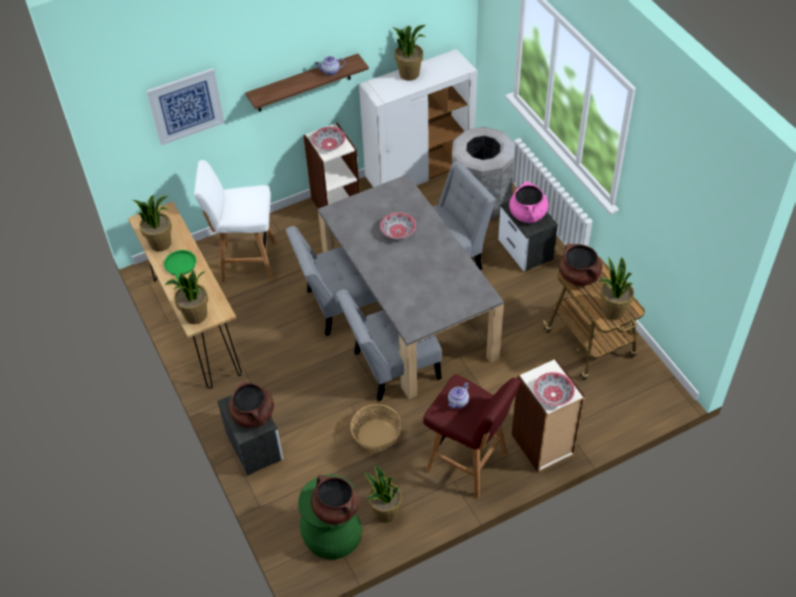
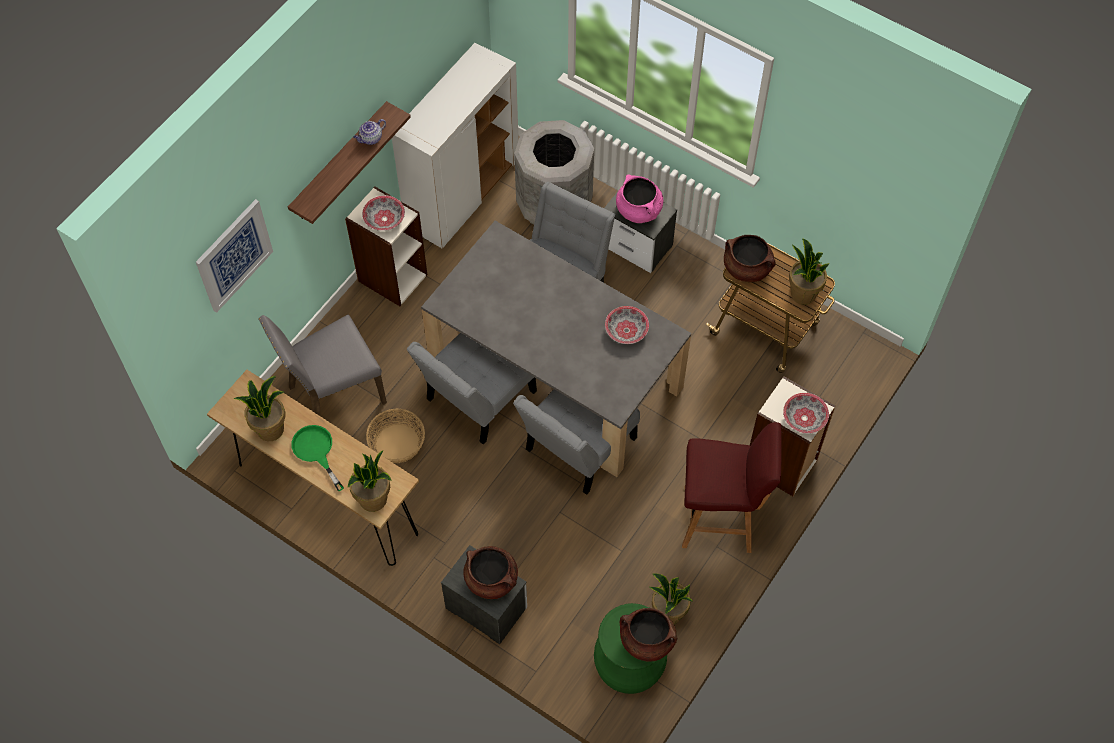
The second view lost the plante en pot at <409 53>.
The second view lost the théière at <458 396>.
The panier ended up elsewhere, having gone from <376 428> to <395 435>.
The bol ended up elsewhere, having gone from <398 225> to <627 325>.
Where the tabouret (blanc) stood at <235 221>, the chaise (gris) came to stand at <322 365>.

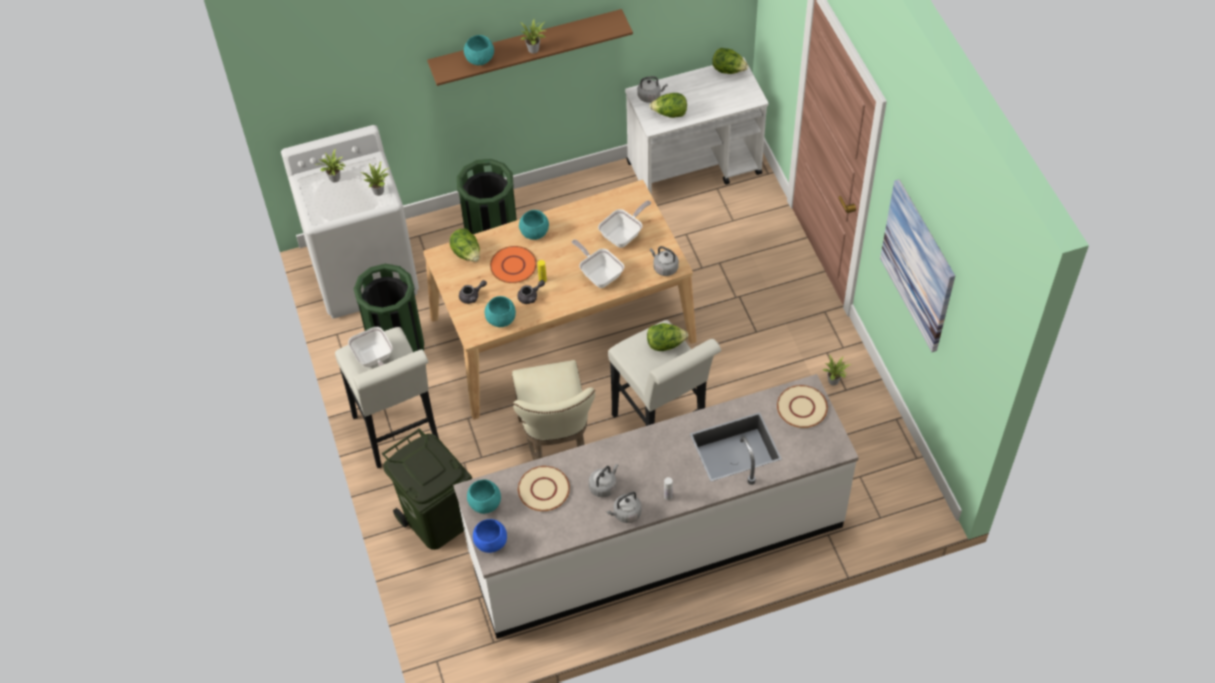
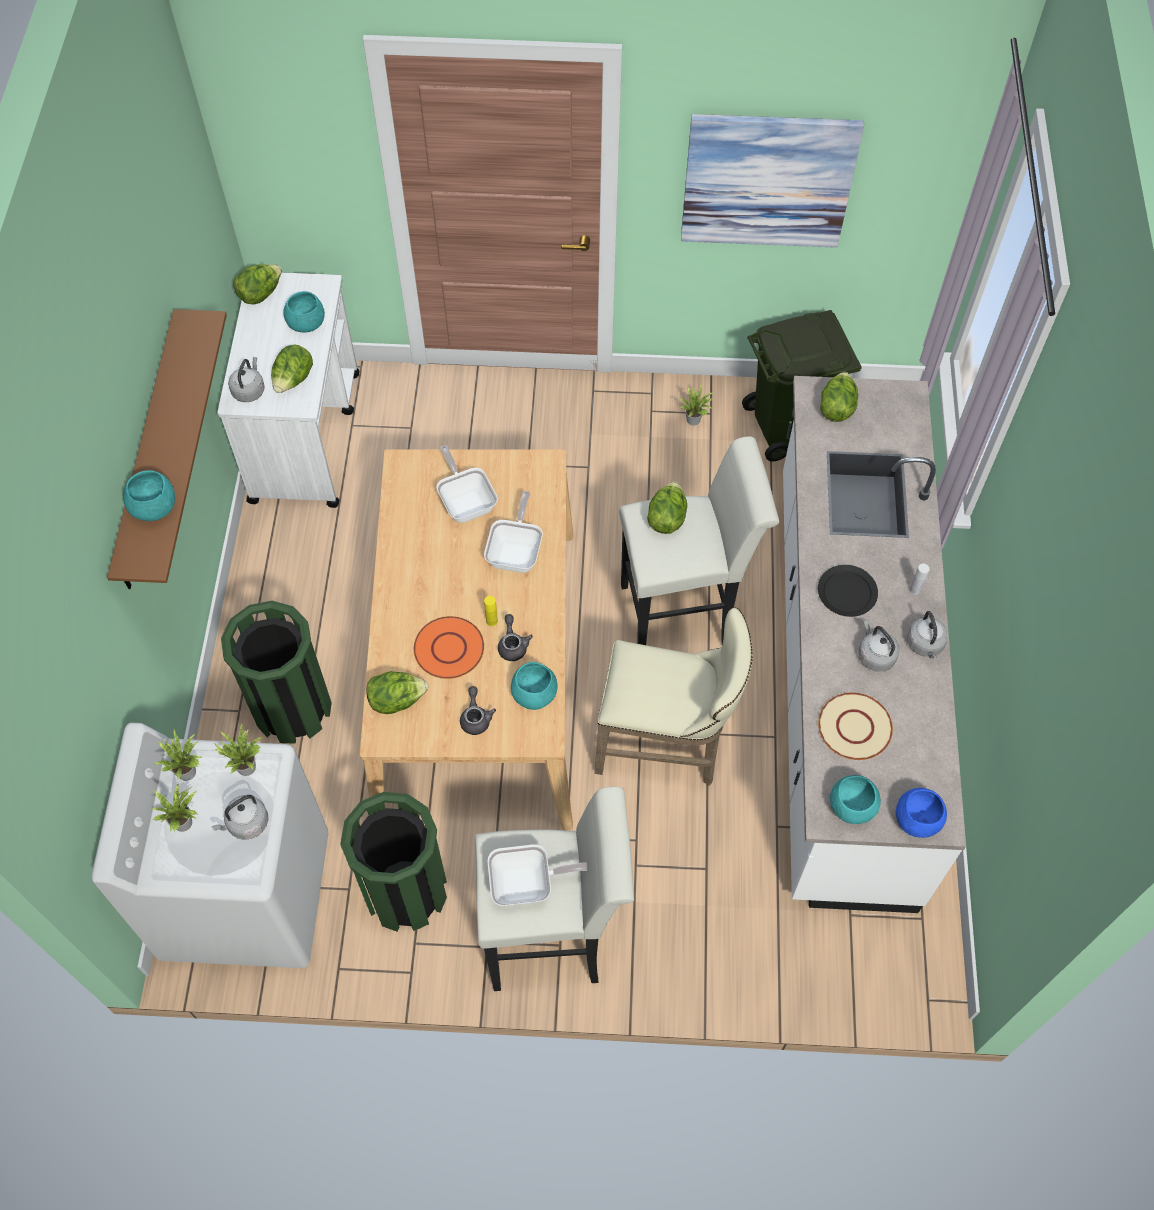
The second view gained the assiette (noir) at <848 591>.
The poubelle (vert) ended up elsewhere, having gone from <427 489> to <802 386>.
The bol (turquoise) ended up elsewhere, having gone from <534 225> to <304 311>.
The plante en pot ended up elsewhere, having gone from <533 36> to <178 754>.
The bouilloire (gris) ended up elsewhere, having gone from <664 261> to <240 817>.
Where the assiette (beige) stood at <802 406>, the laitue came to stand at <839 397>.
The poêle at <598 263> ended up facing another way, 120 degrees clockwise from before.

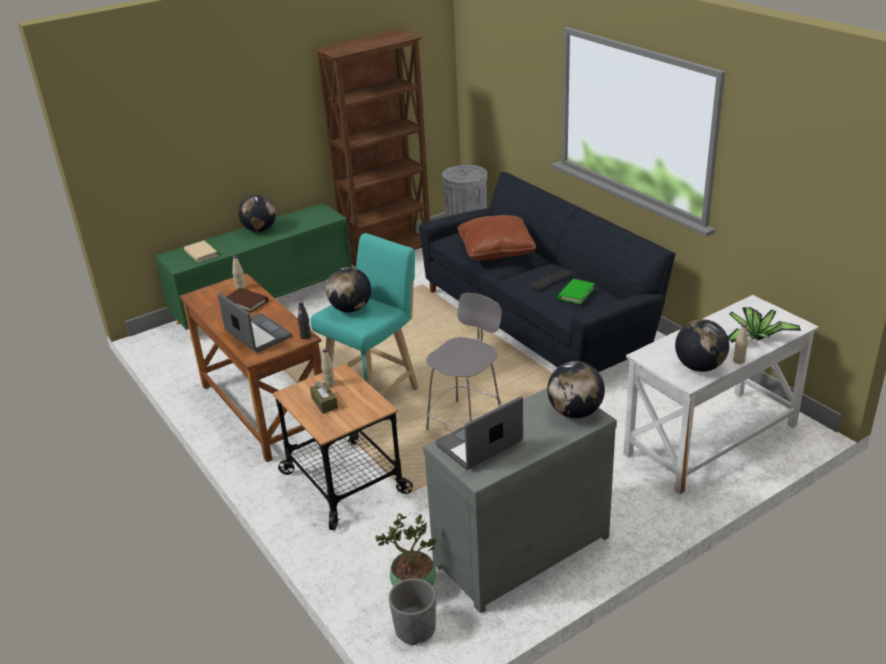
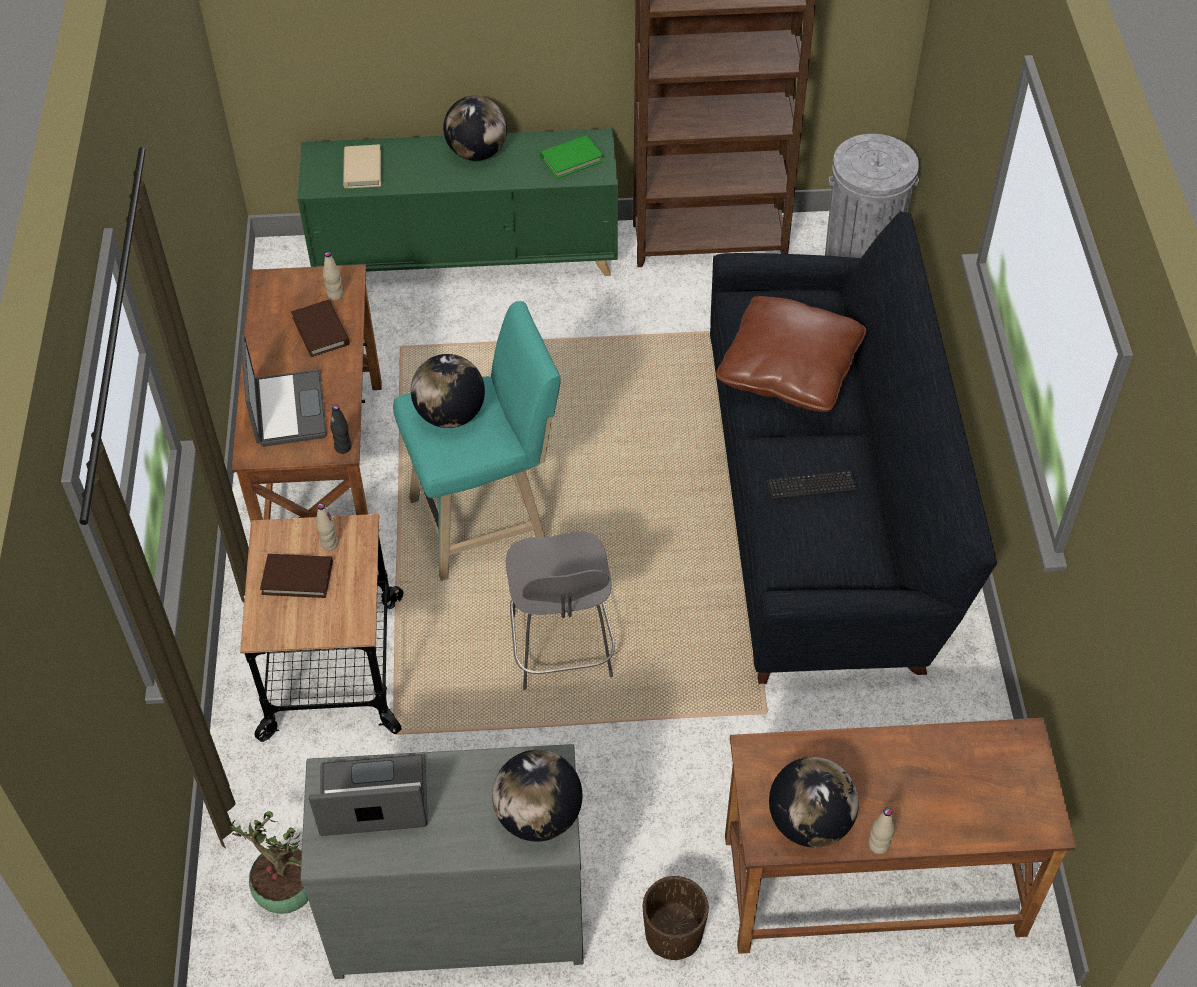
The second view lost the cache-pot (gris) at <412 611>.
The second view lost the plante en pot at <764 325>.
The second view gained the cache-pot (marron) at <676 918>.
The livre (vert) ended up elsewhere, having gone from <576 292> to <572 157>.
Where the boîte à mouchoirs (marron) stood at <324 398>, the livre (marron) came to stand at <296 576>.
What was the bureau (blanc) at <721 394> turned into the bureau (marron) at <900 836>.
The chaise (gris) at <464 361> ended up facing another way, 105 degrees clockwise from before.

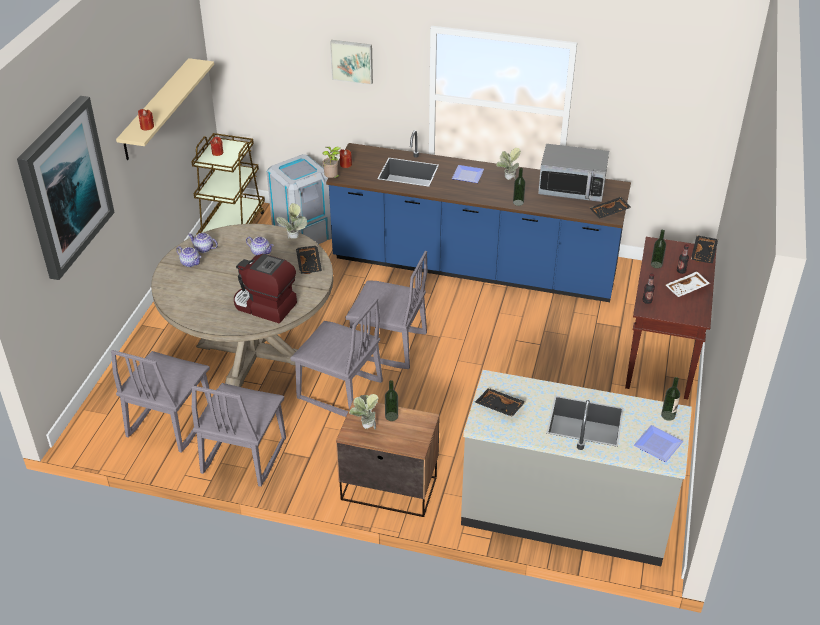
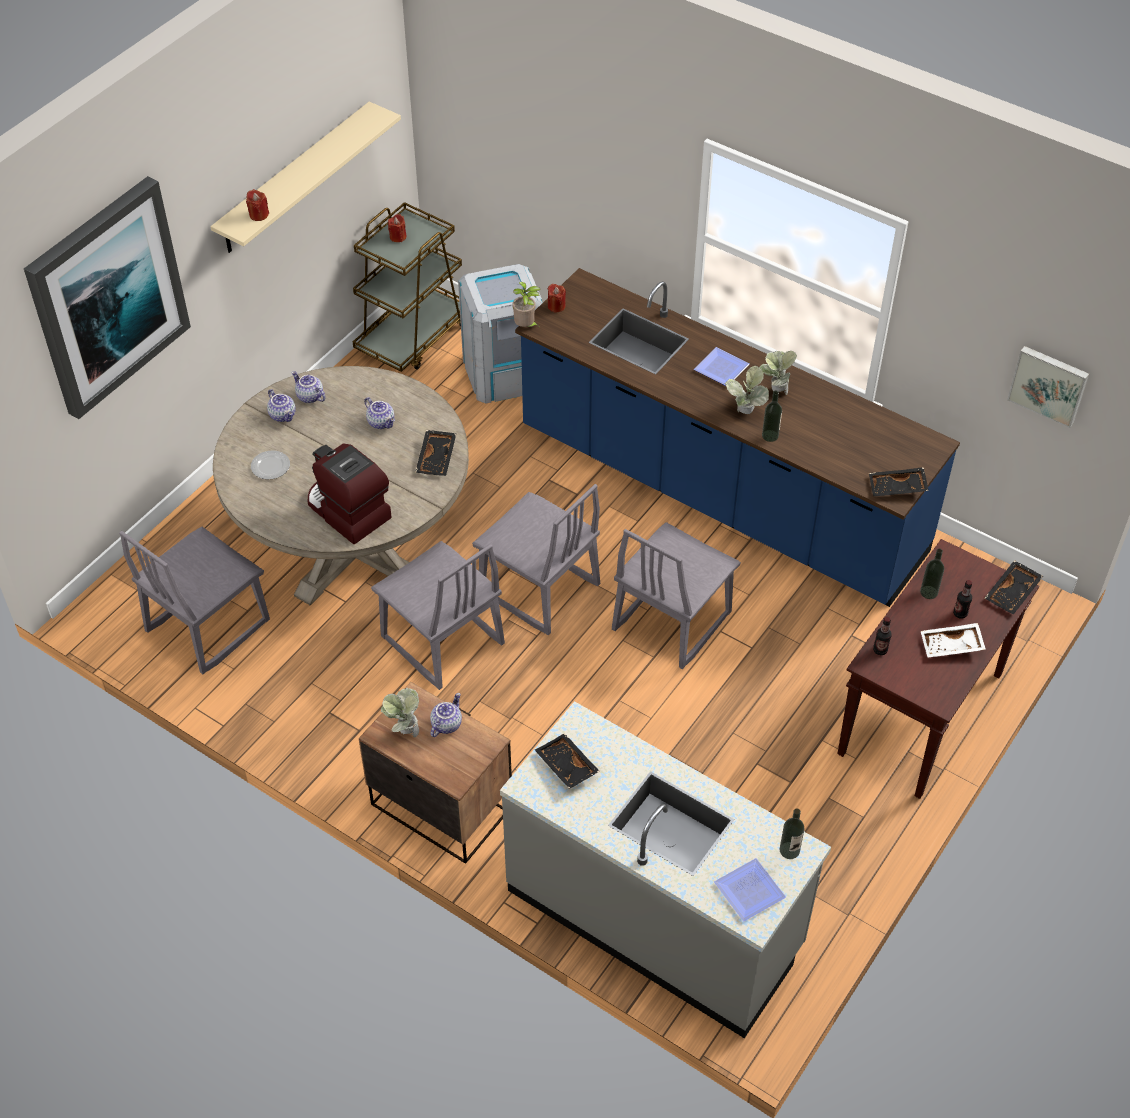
The second view lost the micro-ondes at <573 173>.
The second view gained the assiette at <270 465>.
The chaise (gris) ended up elsewhere, having gone from <238 435> to <676 595>.
The plante en pot ended up elsewhere, having gone from <291 221> to <747 390>.
The tableau ended up elsewhere, having gone from <351 62> to <1048 387>.
Where the bouteille stood at <391 400>, the théière came to stand at <446 715>.

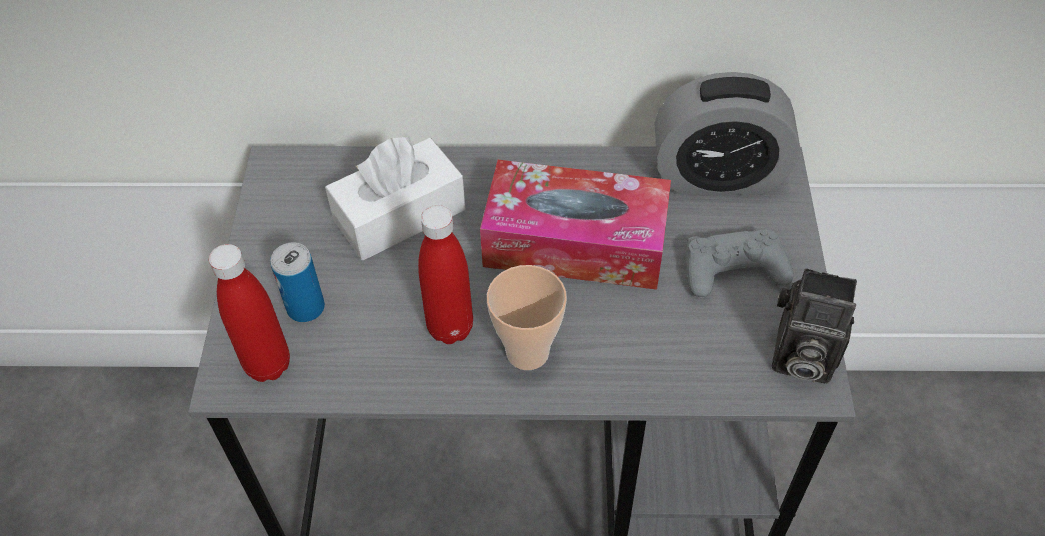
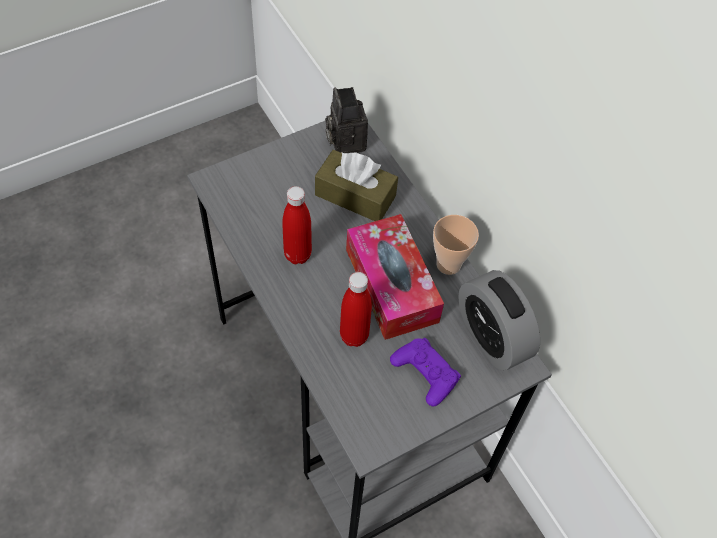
The second view lost the boîte métallique at <297 282>.
The bouteille (rouge) ended up elsewhere, having gone from <249 313> to <356 309>.
The tasse ended up elsewhere, having gone from <527 317> to <456 245>.
The appareil photo ended up elsewhere, having gone from <814 326> to <346 120>.
What was the boîte à mouchoirs (blanc) at <395 197> turned into the boîte à mouchoirs (marron) at <356 185>.
What was the manette (gris) at <740 262> turned into the manette (violet) at <425 372>.

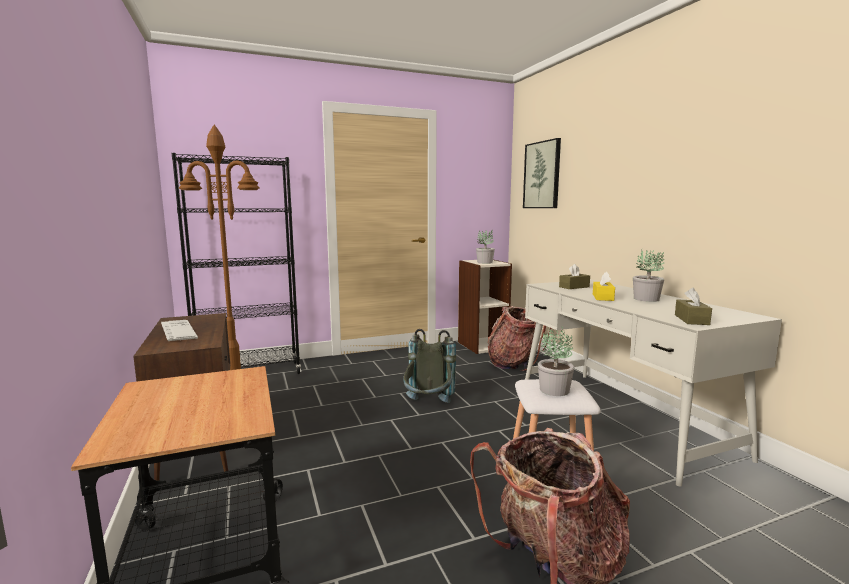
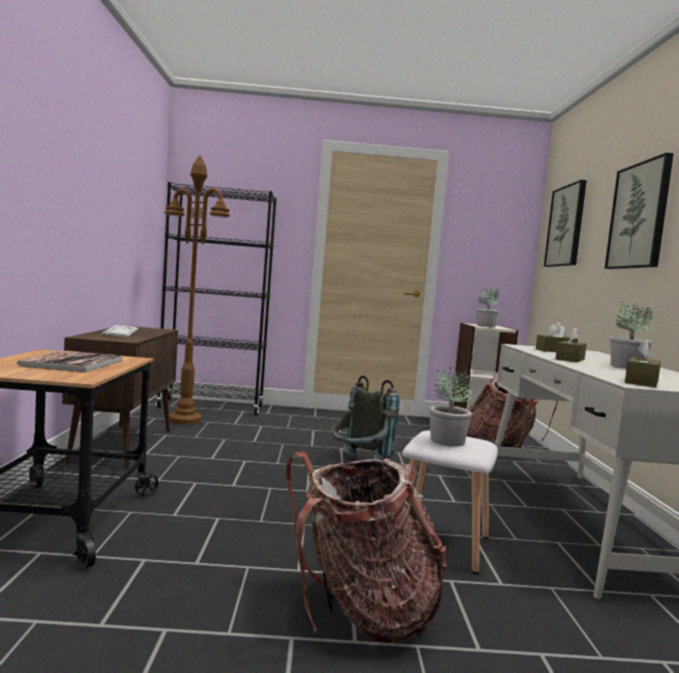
The second view gained the livre at <69 361>.
The second view gained the tableau at <639 211>.
What was the boîte à mouchoirs (jaune) at <604 286> turned into the boîte à mouchoirs (marron) at <571 344>.

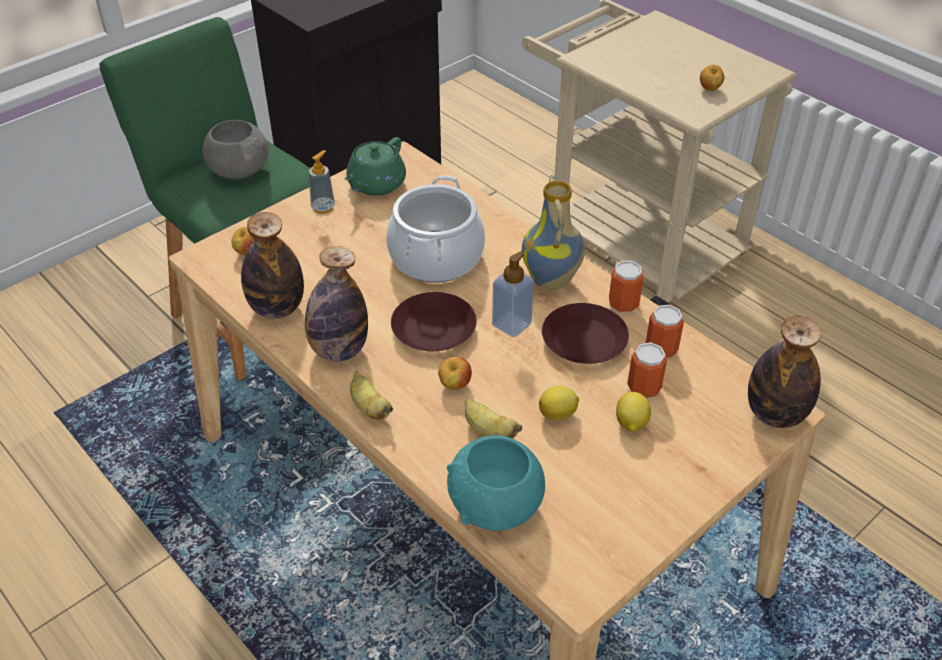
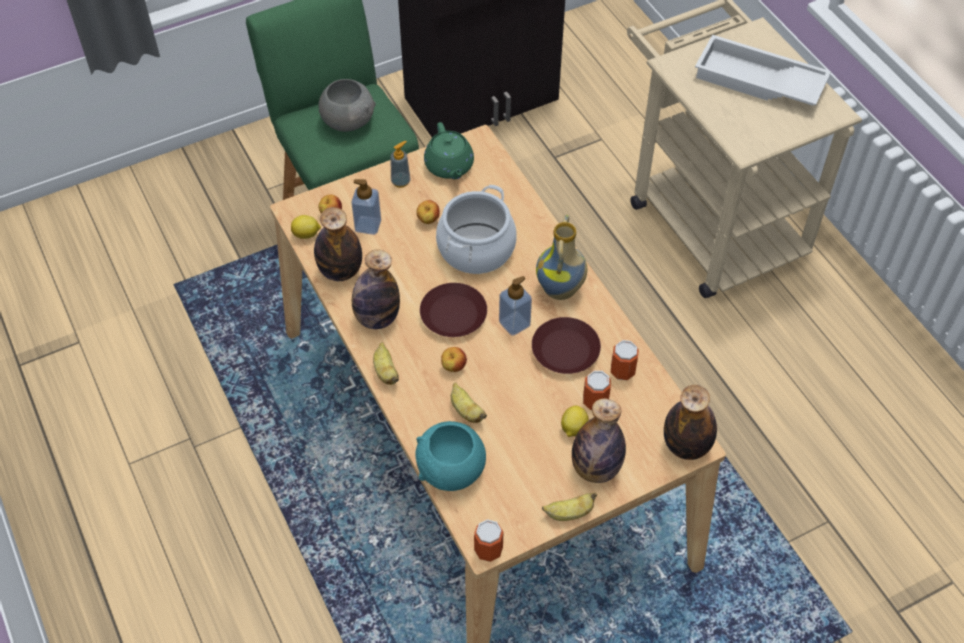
The second view gained the distributeur de savon at <366 207>.
The second view gained the banane at <569 506>.
The second view gained the bouteille at <599 440>.
The second view gained the plateau (blanc) at <763 70>.
The citron ended up elsewhere, having gone from <559 403> to <306 227>.
The boîte métallique ended up elsewhere, having gone from <626 287> to <488 540>.
The pomme ended up elsewhere, having gone from <712 78> to <427 212>.
The théière (vert) at <375 166> ended up facing another way, 60 degrees counterclockwise from before.

